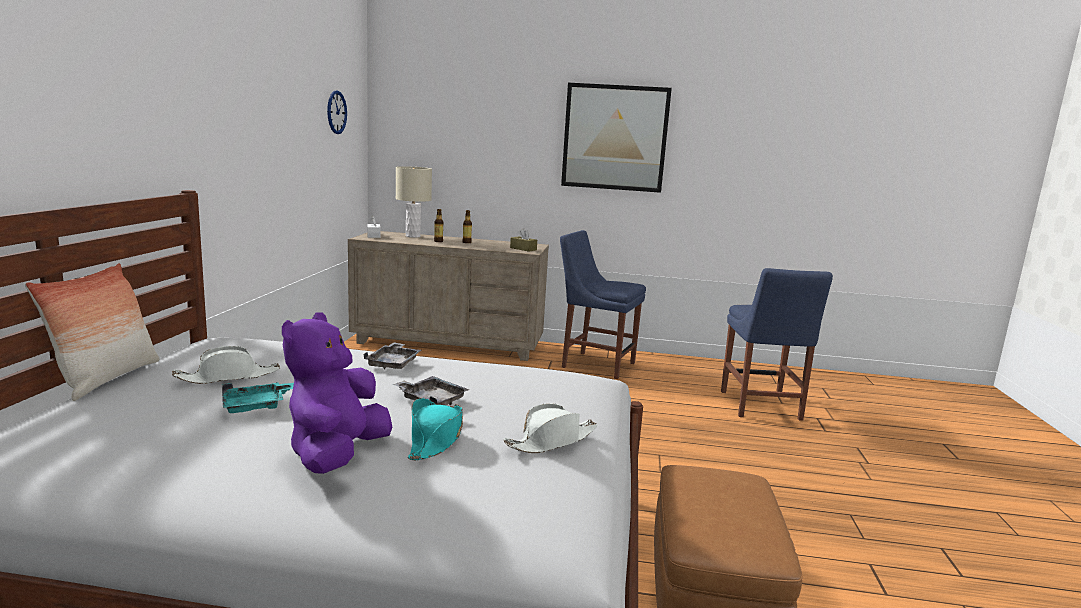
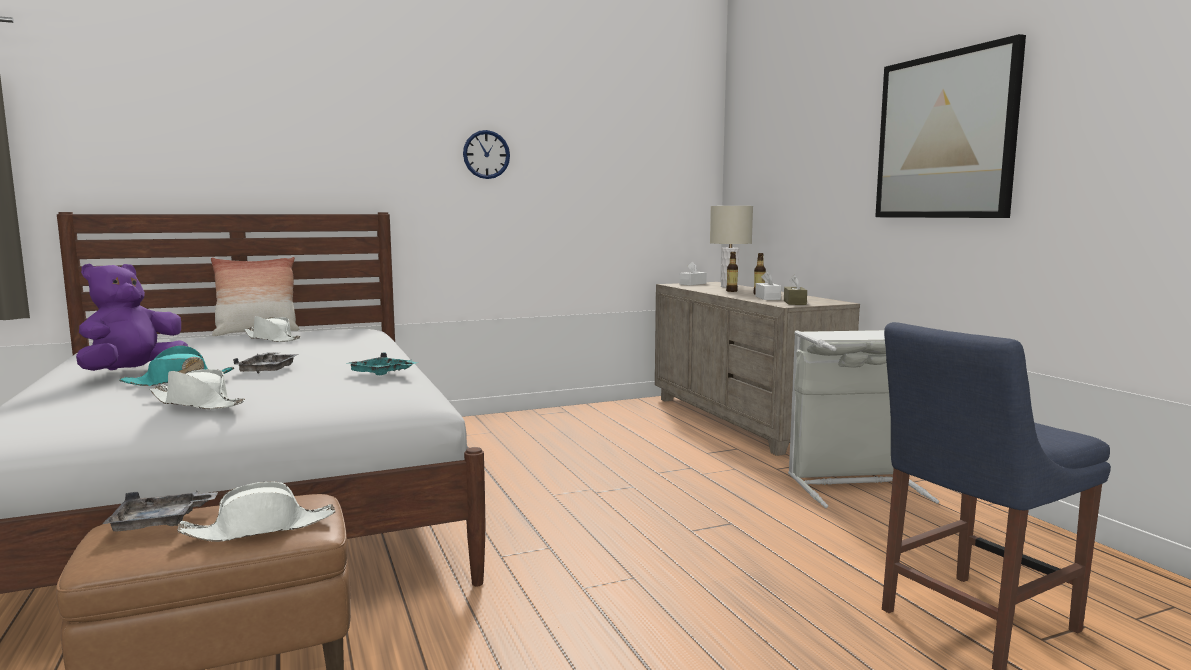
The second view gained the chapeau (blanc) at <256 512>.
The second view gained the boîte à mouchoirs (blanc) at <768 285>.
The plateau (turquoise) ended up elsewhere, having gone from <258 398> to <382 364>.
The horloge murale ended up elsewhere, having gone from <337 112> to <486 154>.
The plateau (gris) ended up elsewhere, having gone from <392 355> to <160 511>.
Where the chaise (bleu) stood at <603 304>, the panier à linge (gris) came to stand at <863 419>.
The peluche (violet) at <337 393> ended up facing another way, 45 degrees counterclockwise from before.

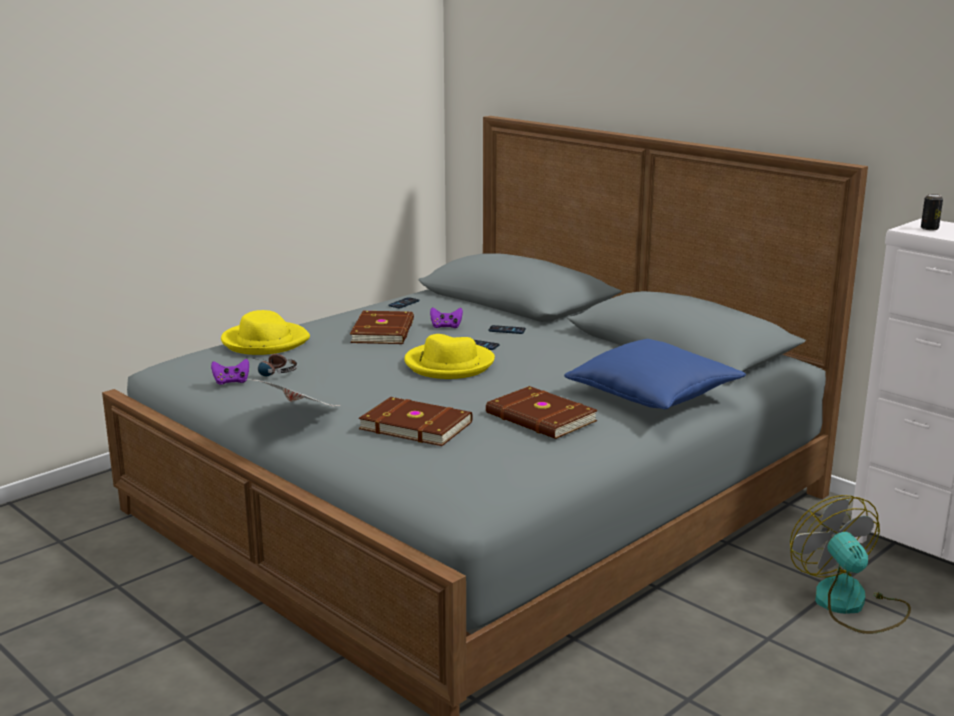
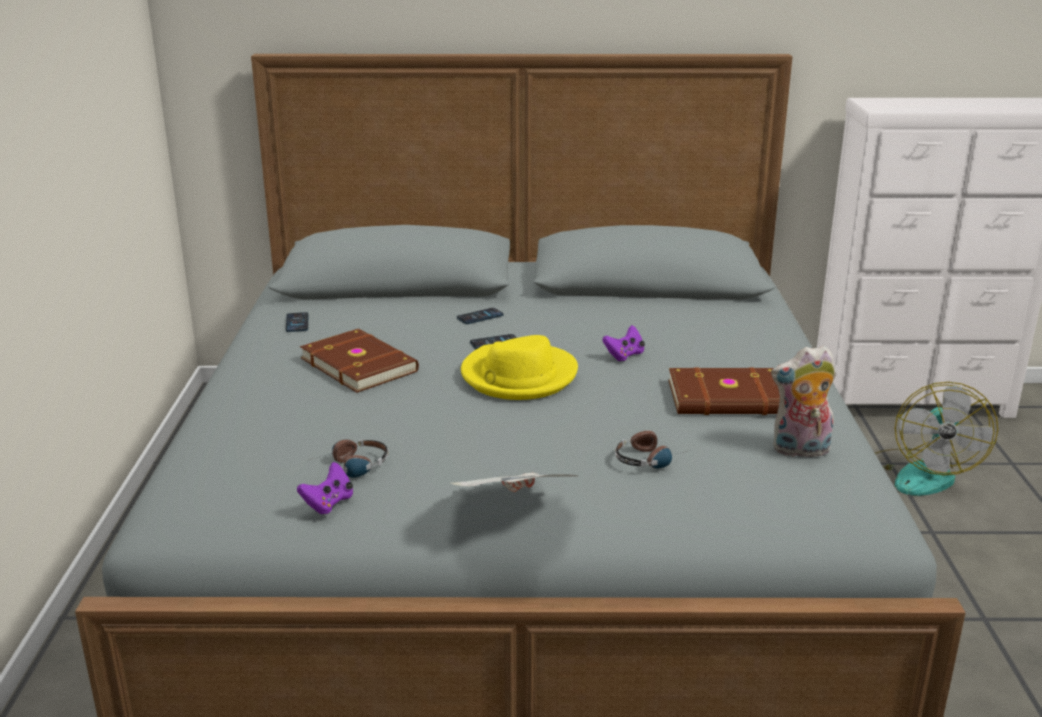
The second view lost the chapeau (jaune) at <265 332>.
The second view lost the coussin (bleu) at <655 374>.
The second view lost the boîte métallique at <932 212>.
The second view gained the peluche at <804 401>.
The manette (violet) ended up elsewhere, having gone from <446 317> to <623 343>.
Where the livre (marron) stood at <416 421>, the casque audio came to stand at <654 449>.
The ventilateur at <850 564> ended up facing another way, 105 degrees counterclockwise from before.

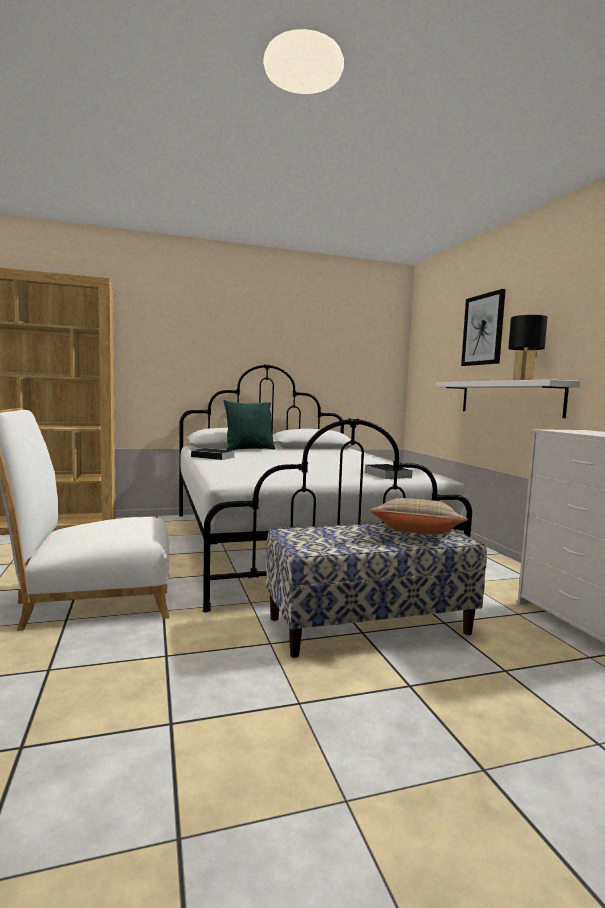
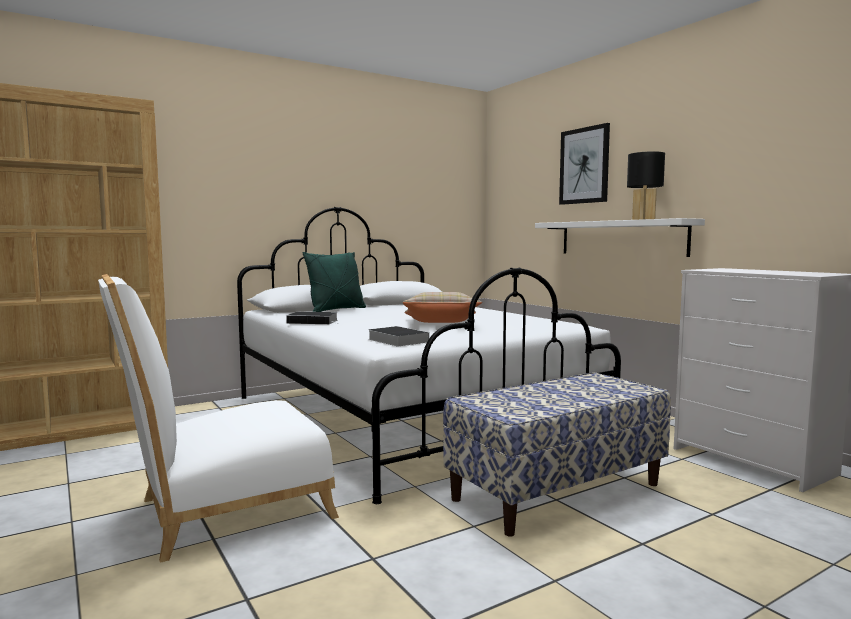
The livre ended up elsewhere, having gone from <388 471> to <398 336>.
The coussin (beige) ended up elsewhere, having gone from <419 516> to <442 307>.

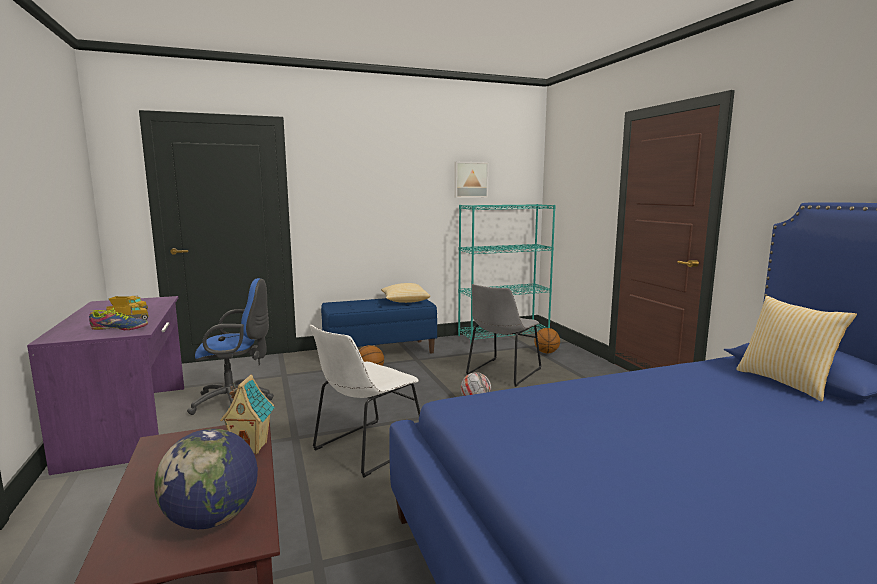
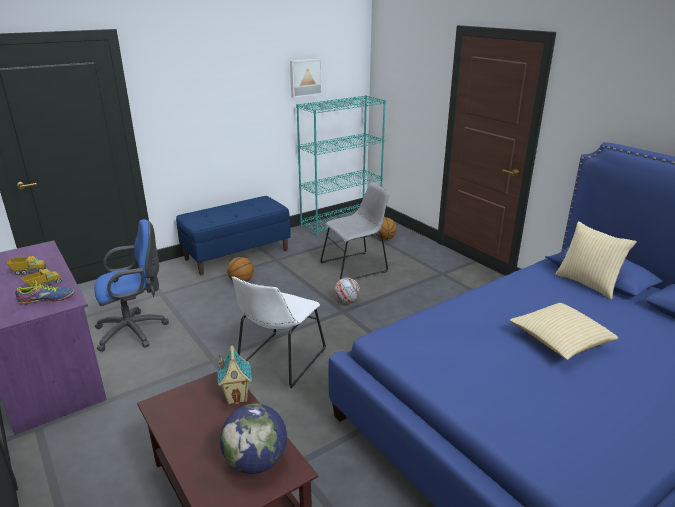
The coussin ended up elsewhere, having gone from <405 293> to <564 331>.
The chaise (gris) at <504 335> ended up facing another way, 135 degrees counterclockwise from before.

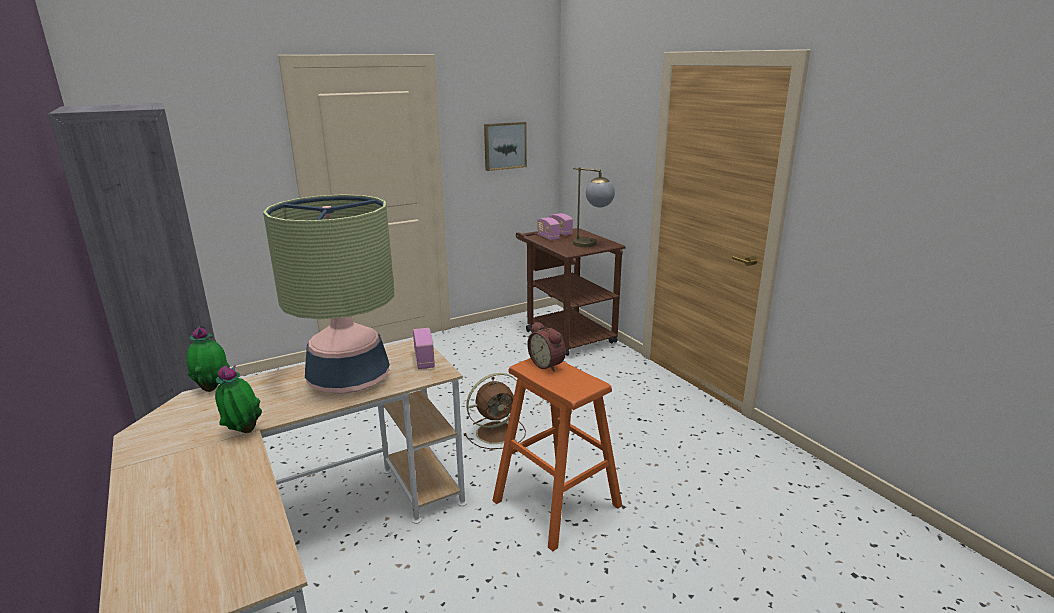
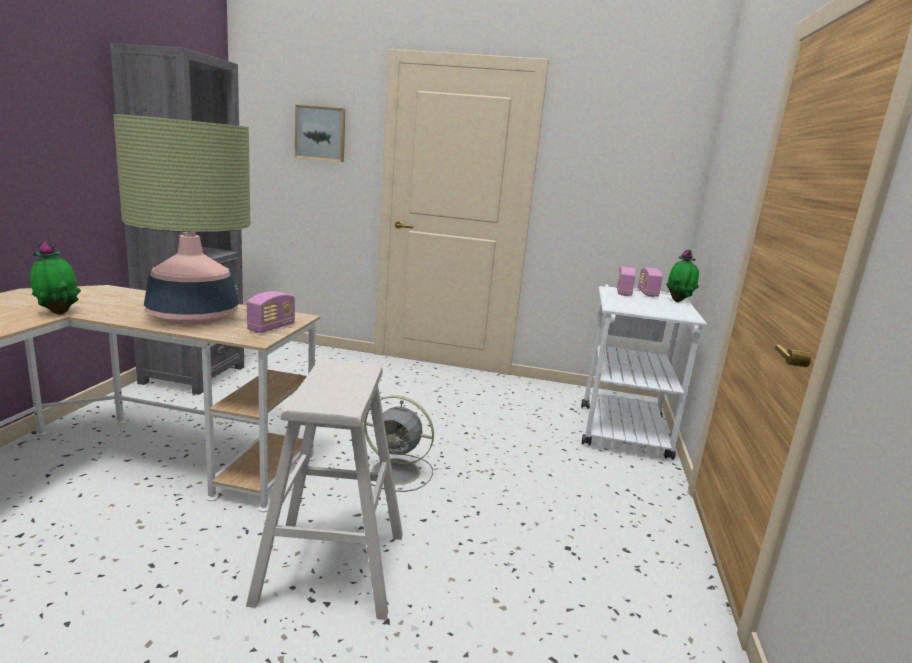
The second view lost the réveil at <546 347>.
The second view lost the lampe de table at <594 207>.
The plante en pot ended up elsewhere, having gone from <208 359> to <682 276>.
The tableau ended up elsewhere, having gone from <505 146> to <320 133>.
What was the ventilateur (marron) at <494 411> turned into the ventilateur (gris) at <399 444>.
What was the tabouret (orange) at <557 455> turned into the tabouret (beige) at <324 490>.
What was the chariot (marron) at <571 292> turned into the chariot (blanc) at <644 372>.

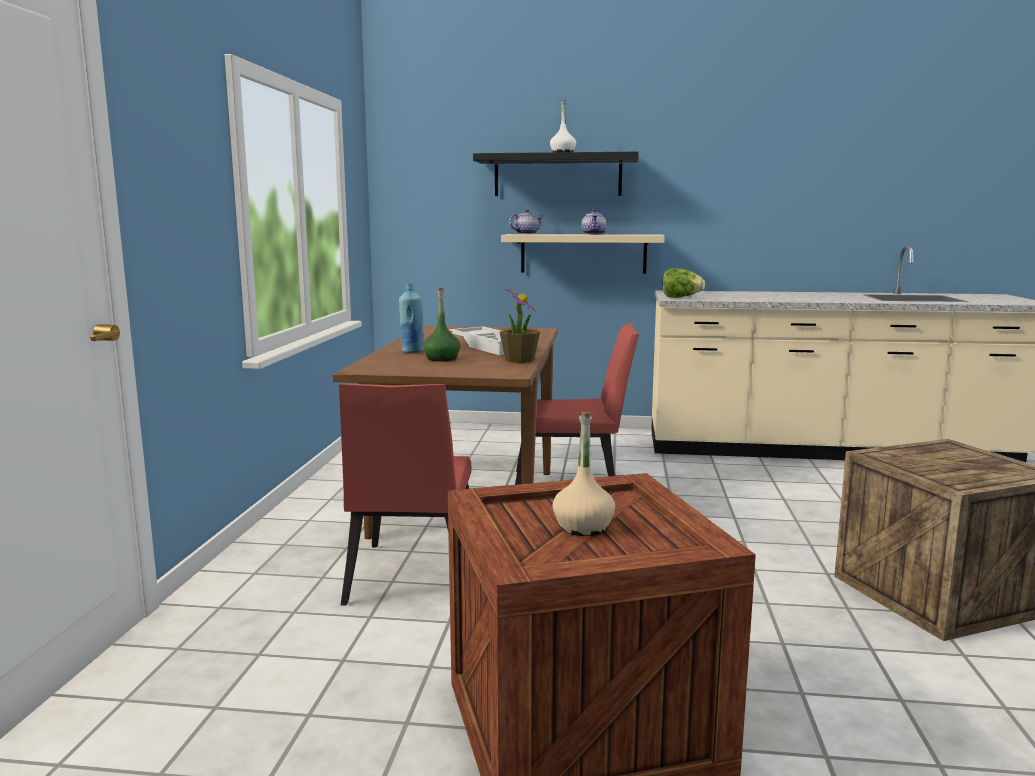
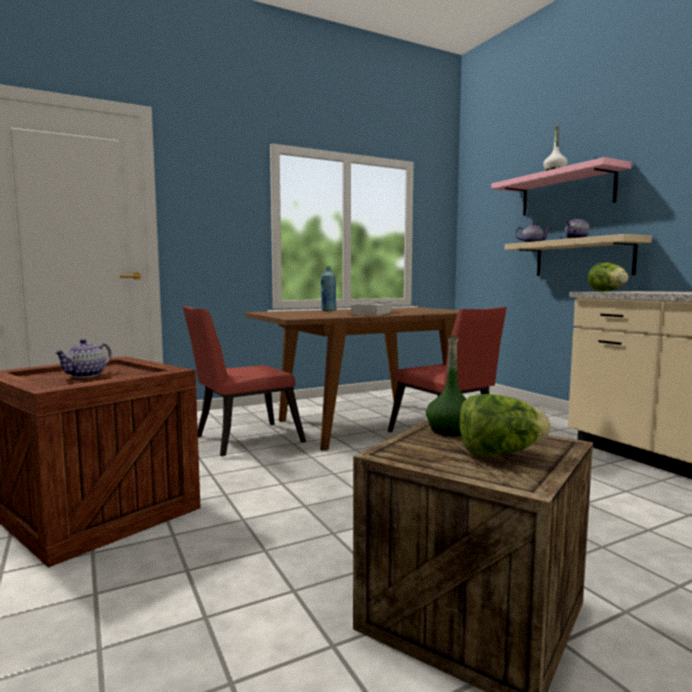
The second view lost the plante en pot at <520 326>.
The second view gained the laitue at <505 425>.
The bouteille (vert) ended up elsewhere, having gone from <441 325> to <446 385>.
Where the bouteille (beige) stood at <584 474>, the théière came to stand at <83 358>.
What was the étagère (noir) at <556 174> turned into the étagère (rose) at <561 186>.

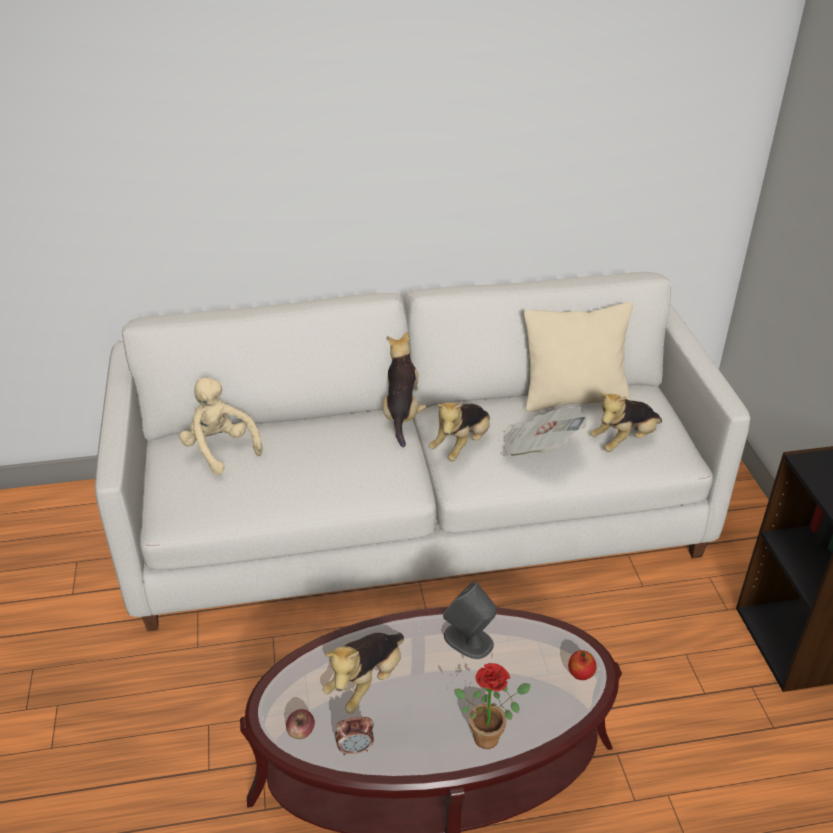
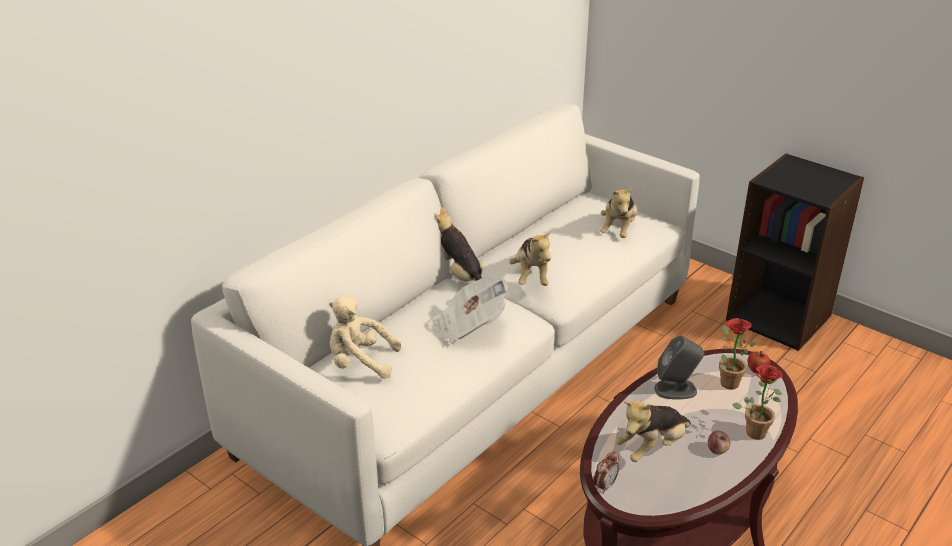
The second view lost the coussin (beige) at <578 357>.
The second view gained the plante en pot at <737 354>.
The pomme ended up elsewhere, having gone from <300 724> to <719 443>.
The réveil ended up elsewhere, having gone from <354 736> to <606 472>.
The journal ended up elsewhere, having gone from <545 431> to <468 310>.
The peluche at <363 672> ended up facing another way, 60 degrees clockwise from before.

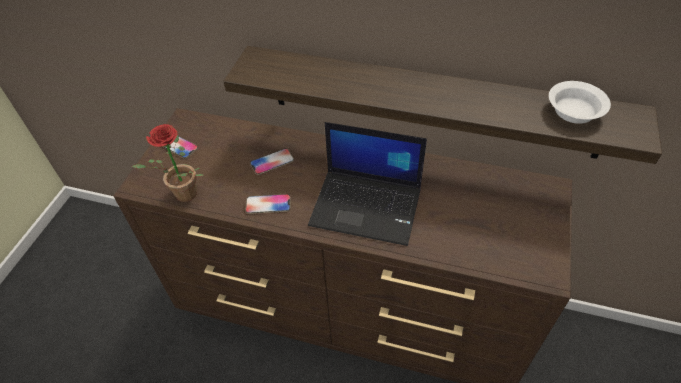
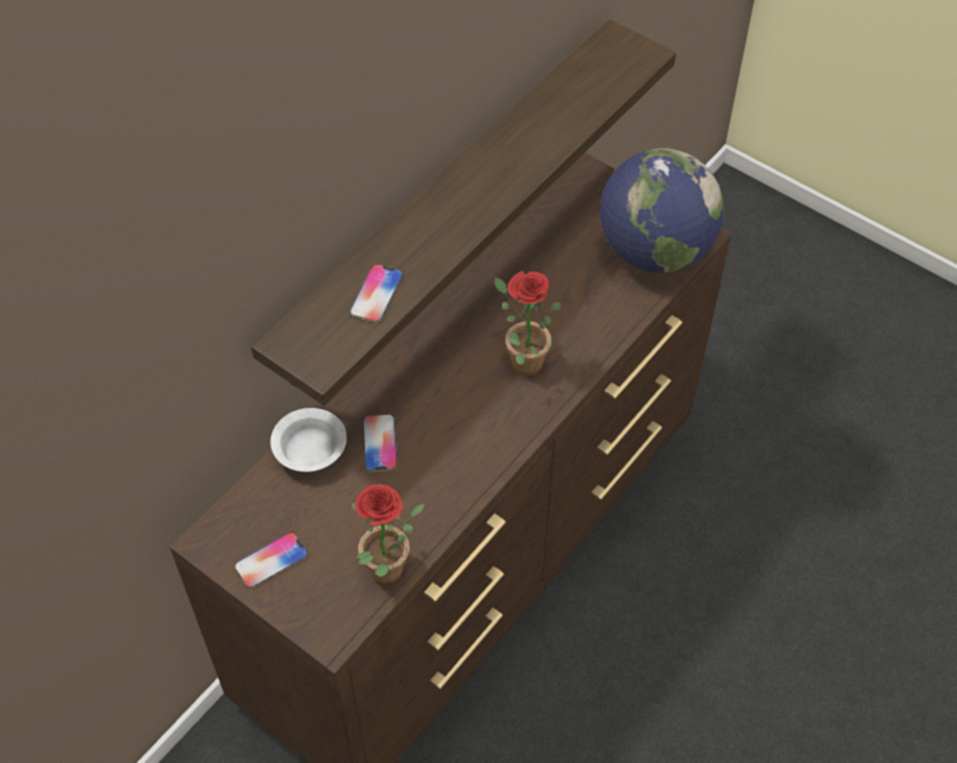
The second view gained the globe at <662 210>.
The téléphone ended up elsewhere, having gone from <268 204> to <376 293>.
The bol (blanc) ended up elsewhere, having gone from <580 102> to <309 440>.
Where the ordinateur portable stood at <367 184>, the plante en pot came to stand at <528 323>.

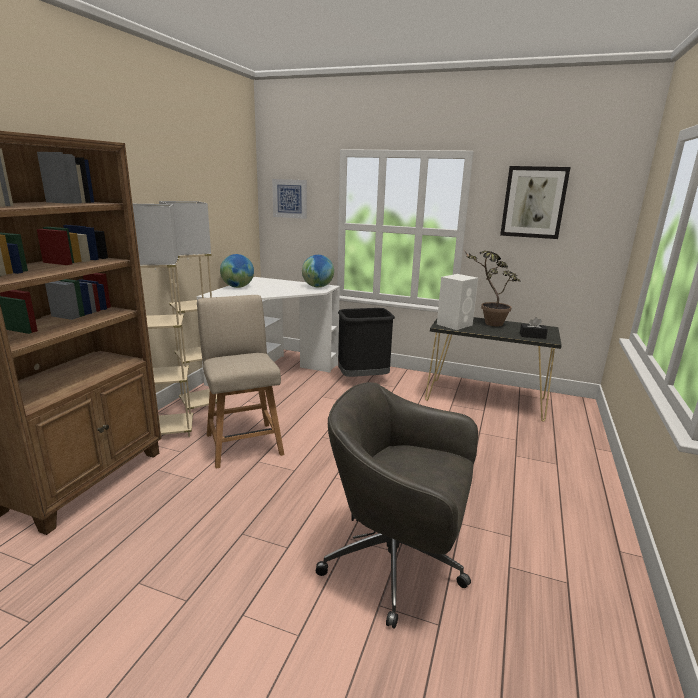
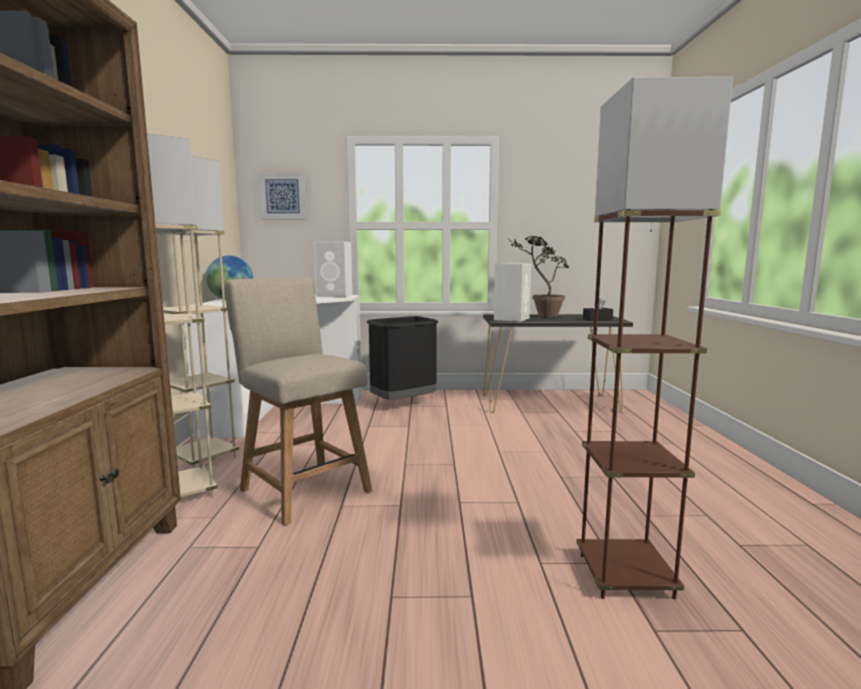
The second view lost the tableau at <535 202>.
Where the globe stood at <318 271>, the enceinte (blanc) came to stand at <333 269>.
Where the chaise de bureau (gris) stood at <397 505>, the lampadaire (marron) came to stand at <654 338>.

